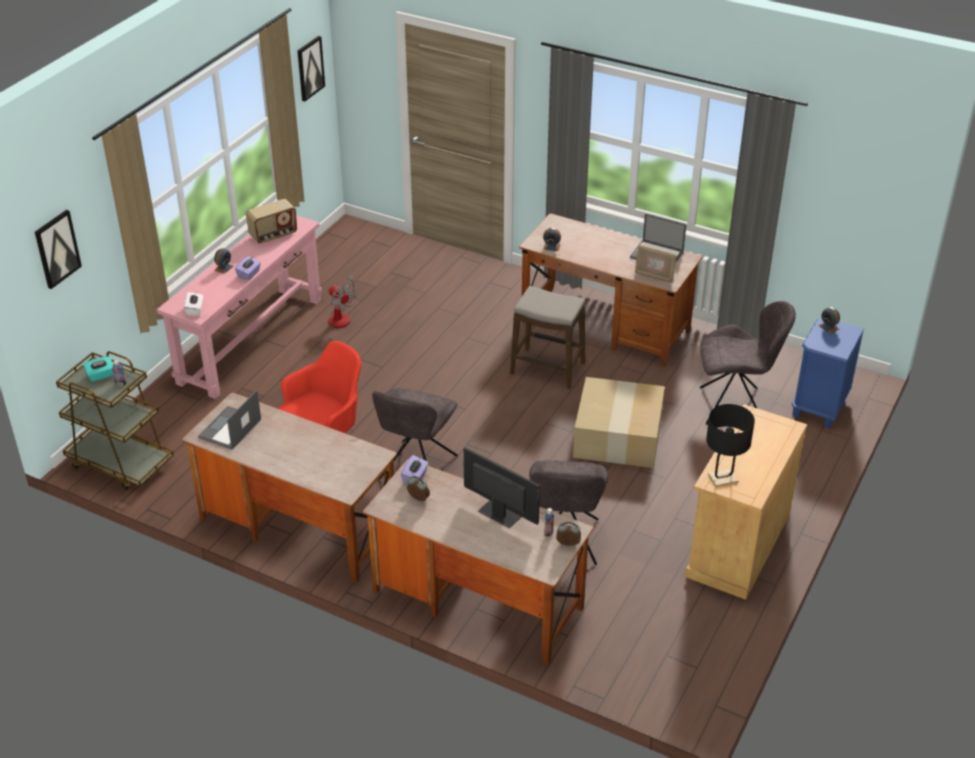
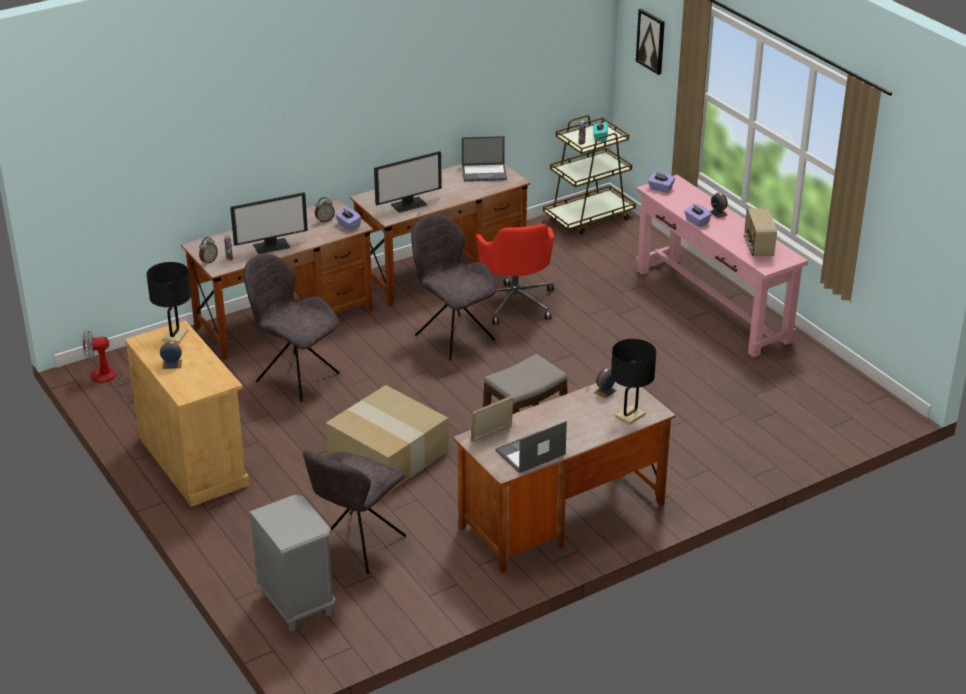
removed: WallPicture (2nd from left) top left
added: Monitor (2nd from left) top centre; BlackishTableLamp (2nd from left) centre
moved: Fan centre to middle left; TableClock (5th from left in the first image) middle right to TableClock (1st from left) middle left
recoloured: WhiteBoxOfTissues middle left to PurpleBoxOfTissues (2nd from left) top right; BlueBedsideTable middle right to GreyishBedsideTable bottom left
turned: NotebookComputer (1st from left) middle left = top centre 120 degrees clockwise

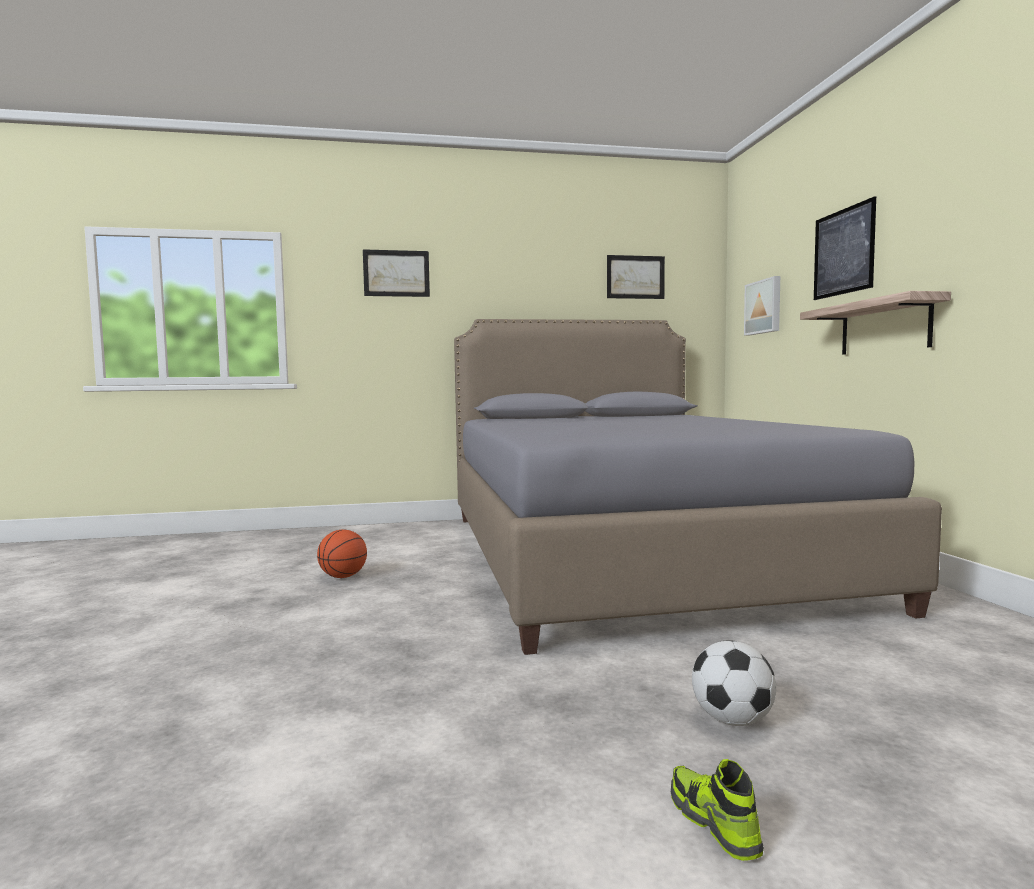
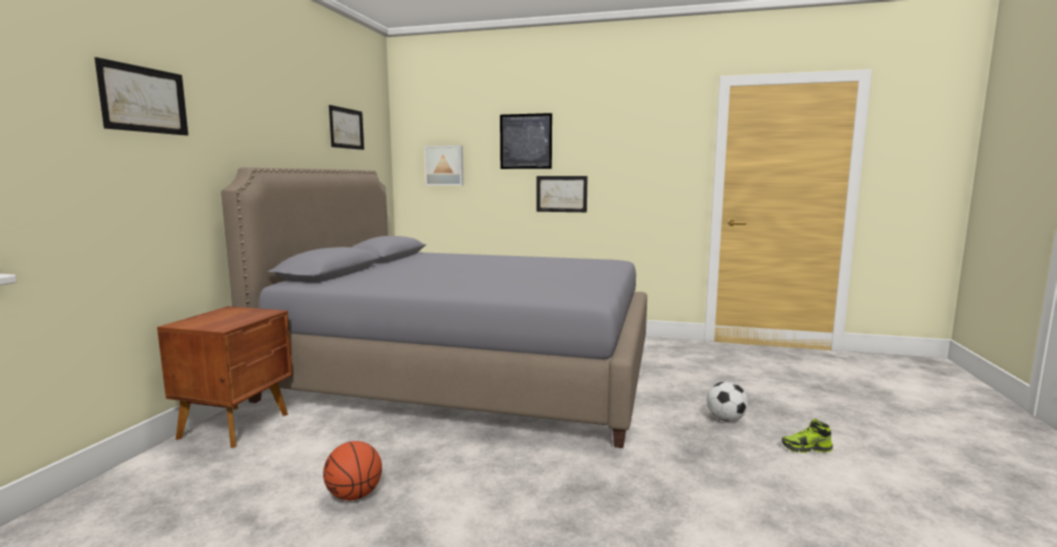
added: BrownBedsideTable bottom left
replaced: WallShelf middle right to WallPicture (5th from left) centre

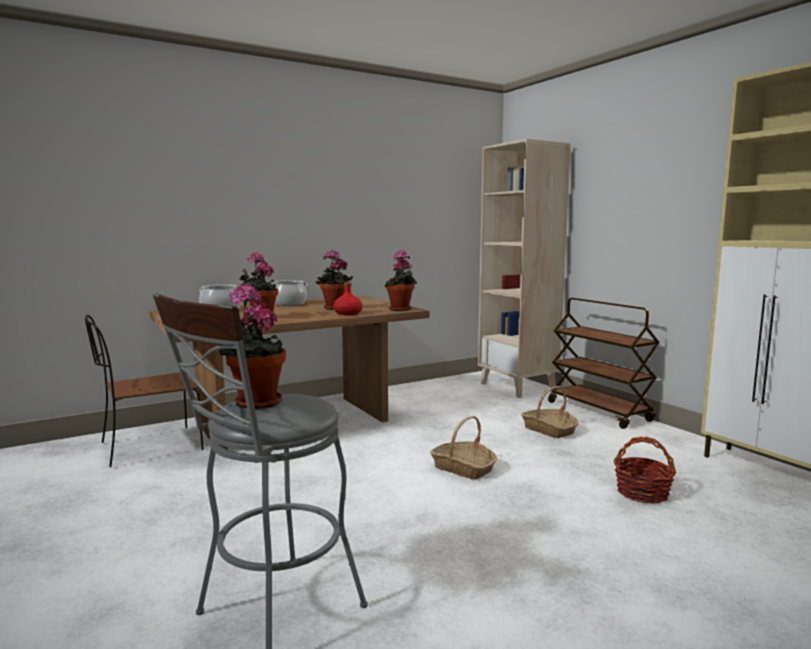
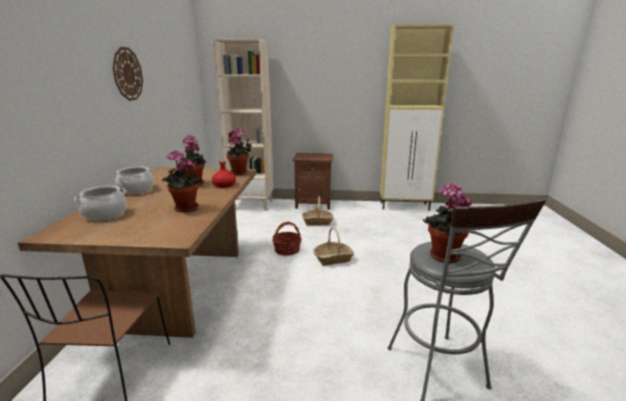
added: HangingClock top left
moved: Basket (3rd from left in the first image) bottom right to Basket (1st from left) centre
replaced: BrownCart middle right to BrownBedsideTable centre

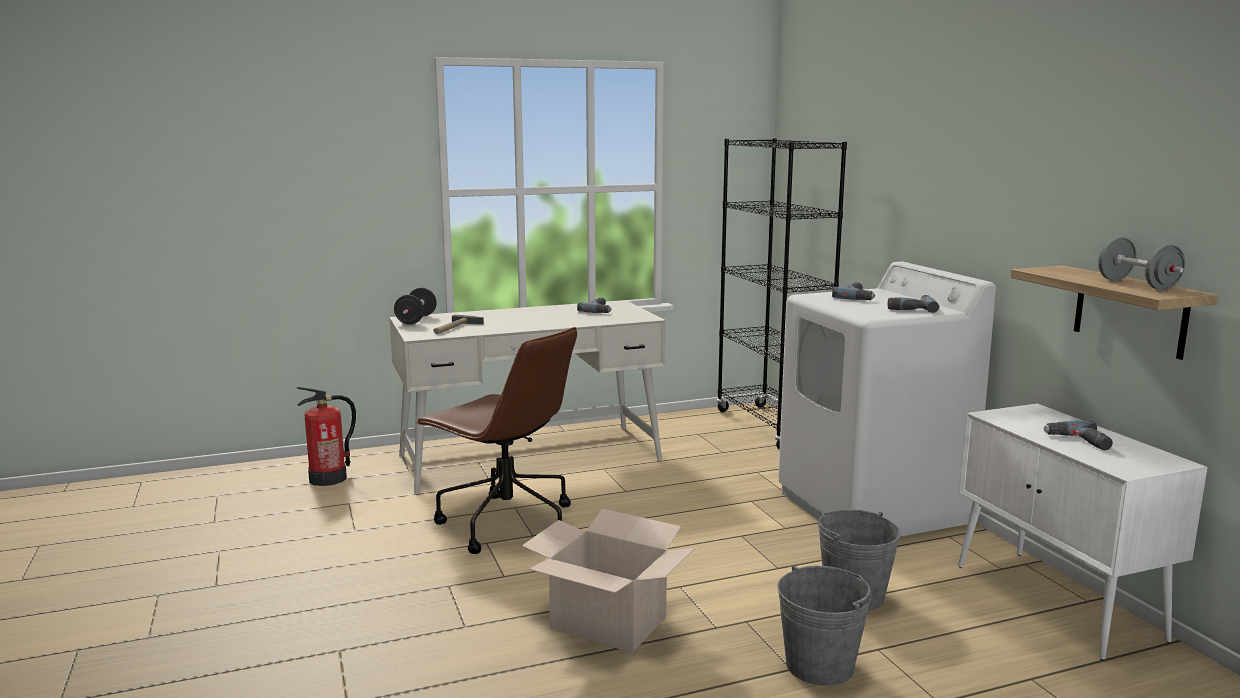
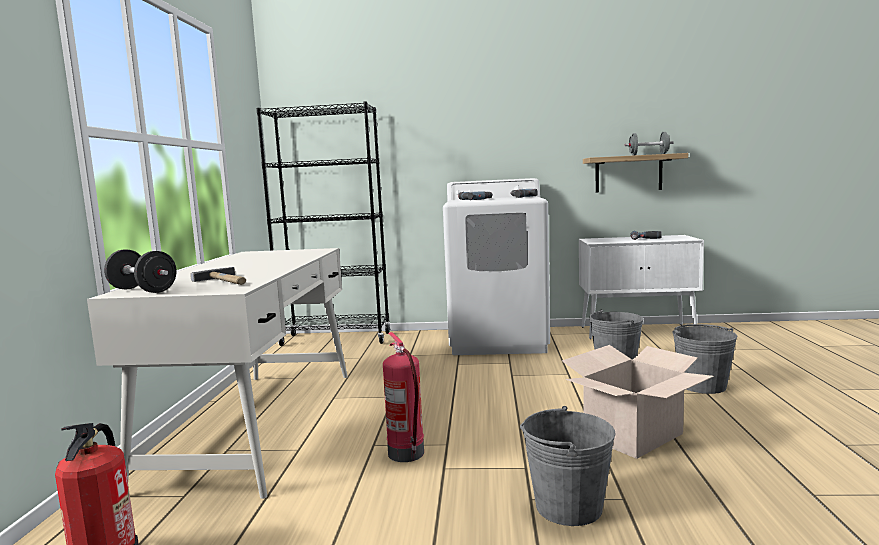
removed: PowerDrill (1st from left) centre
added: GreyishWaterBucket (1st from left) bottom centre
replaced: BrownOfficeChair centre to Extinguisher (2nd from left) bottom centre

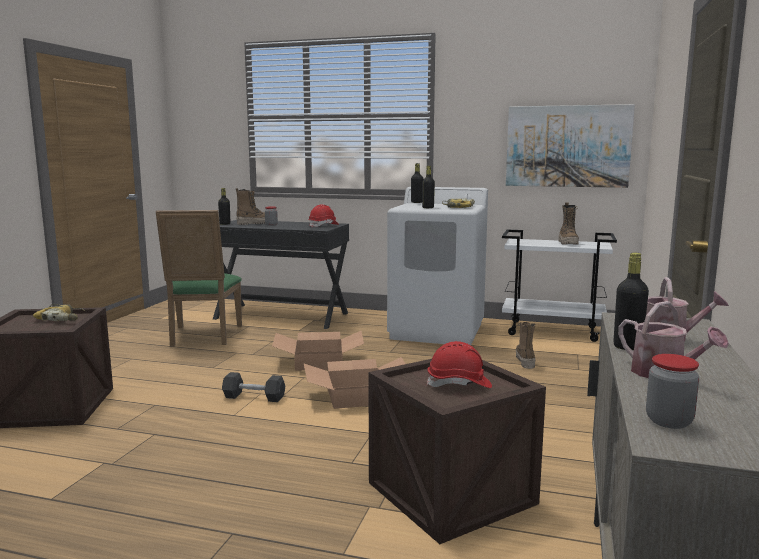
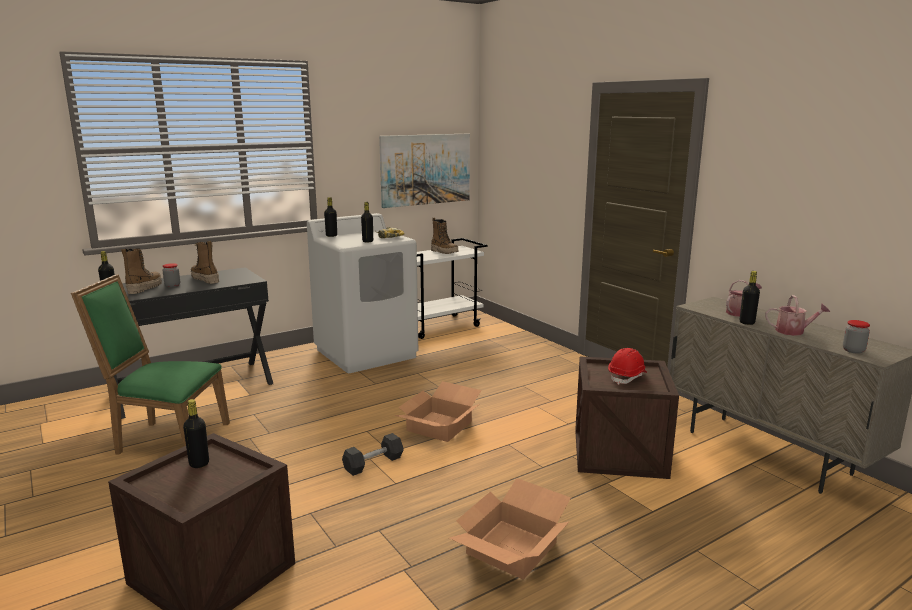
removed: ReddishSafetyHelmet (1st from left) centre
moved: PackingBox (1st from left in the first image) centre to PackingBox (2nd from left) bottom centre; TallBoot (2nd from left) middle right to middle left
replaced: PowerDrill (1st from left) middle left to BlackishBeverageBottle (2nd from left) bottom left
turned: GreenishChair middle left = middle left 150 degrees clockwise

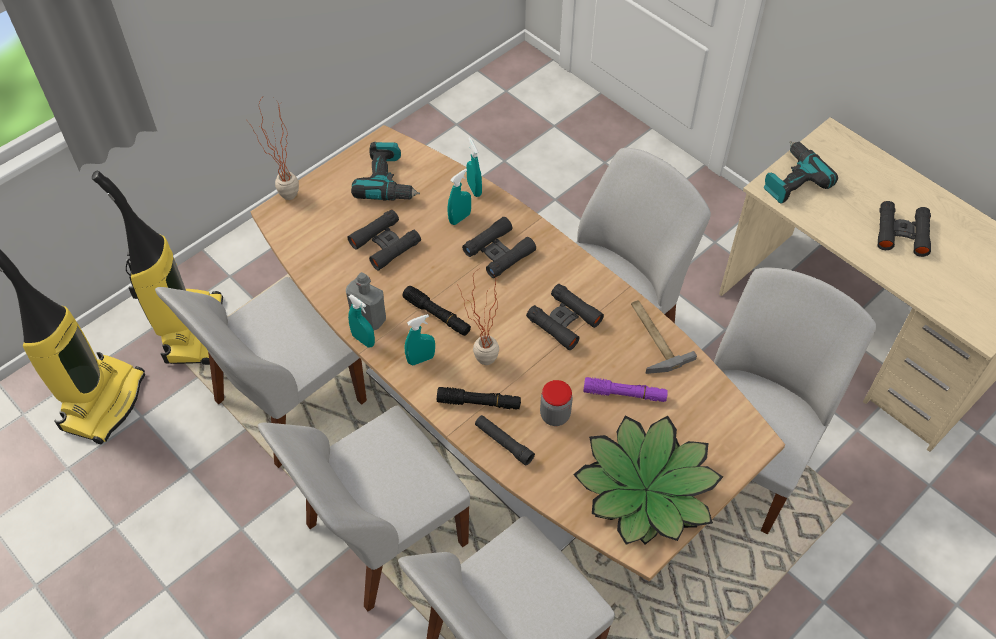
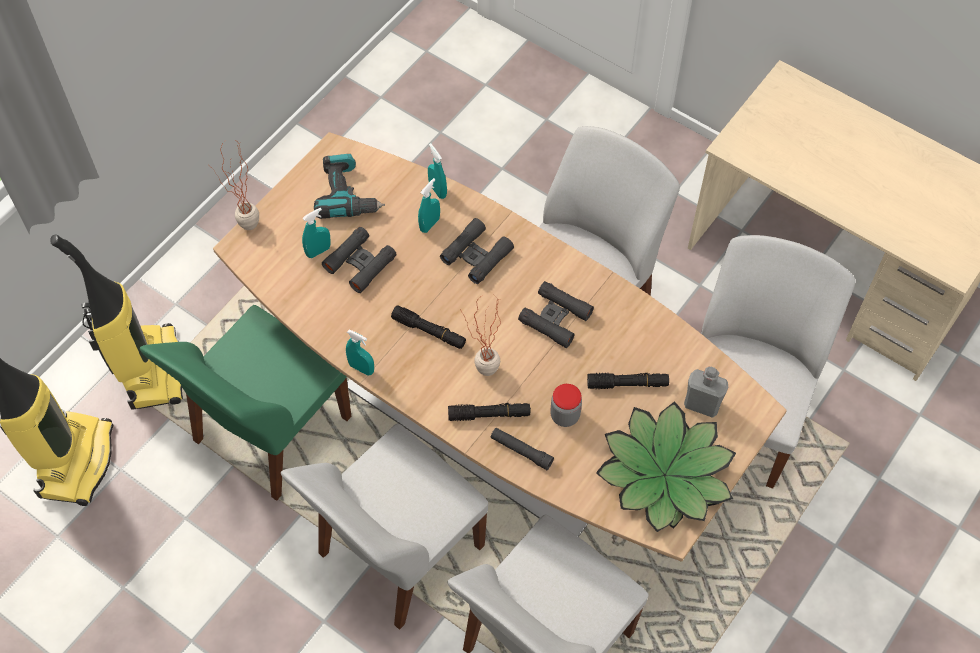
removed: ToolHammer middle right; PowerDrill (2nd from left) top right; BlackishBinoculars (4th from left) middle right
moved: GreyishBeverageBottle centre to middle right; TurquoiseSprayBottle (2nd from left in the first image) centre to TurquoiseSprayBottle (1st from left) middle left
recoloured: WhiteChair (1st from left) middle left to GreenishChair middle left; PurpleTorch centre to BlackishTorch (4th from left) centre

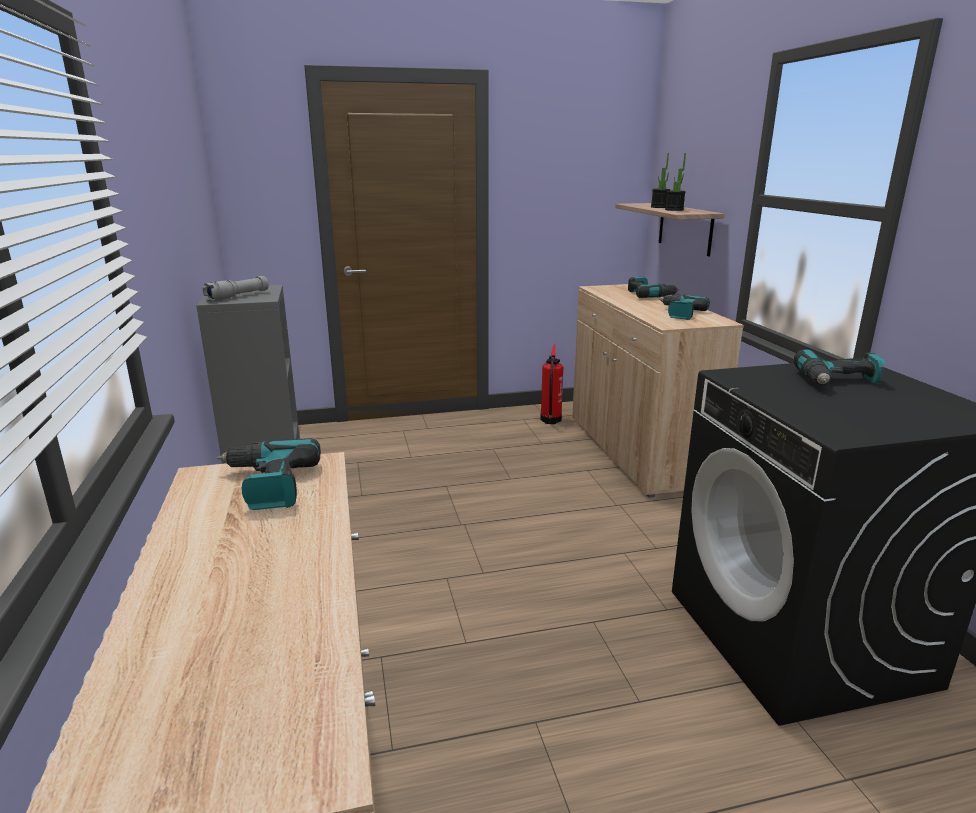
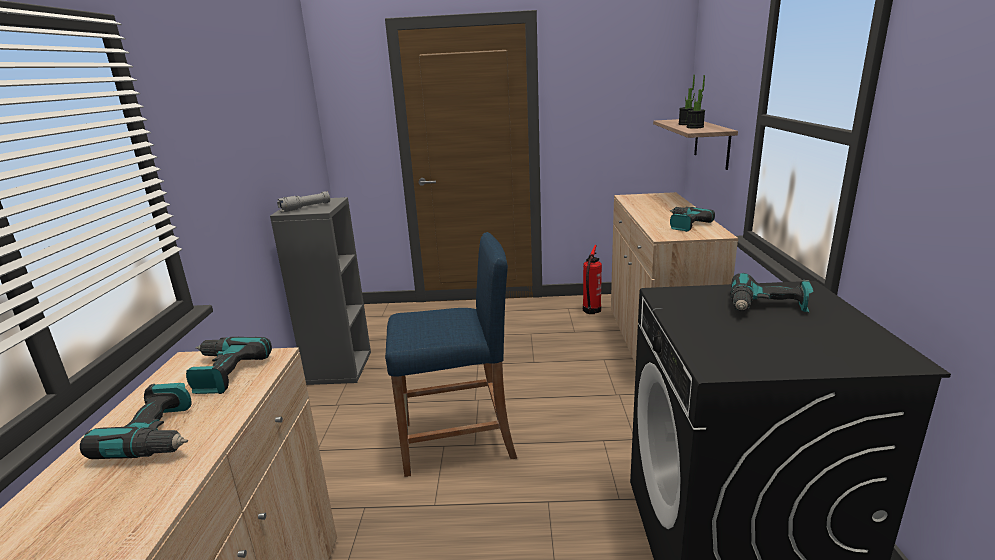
added: BlueSittingStool centre
moved: PowerDrill (2nd from left in the first image) middle right to PowerDrill (1st from left) bottom left

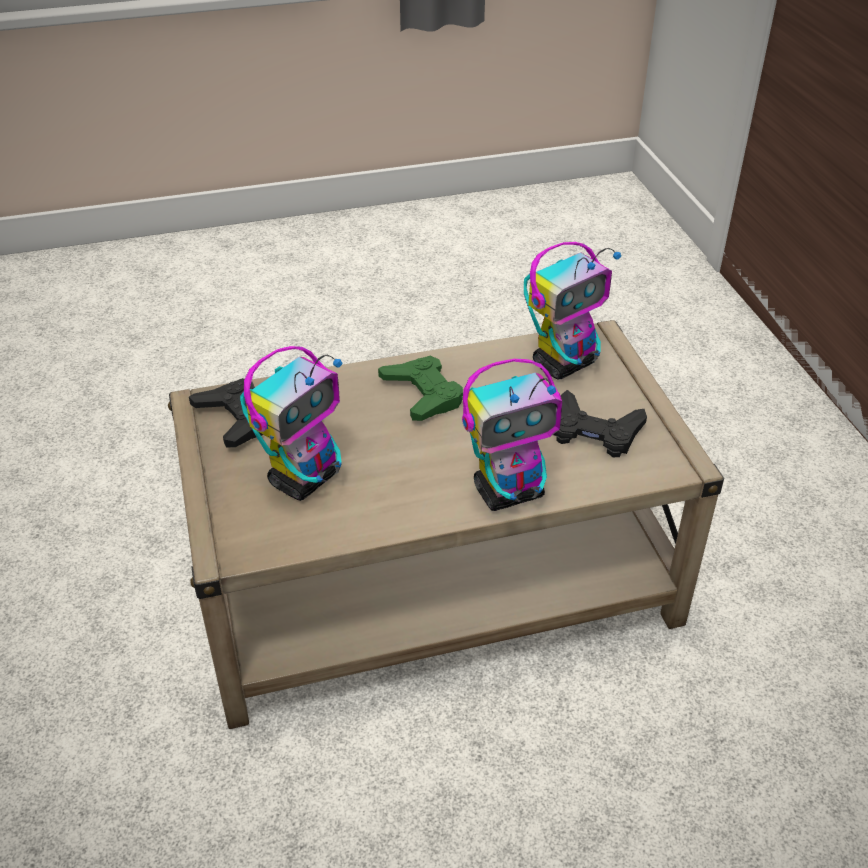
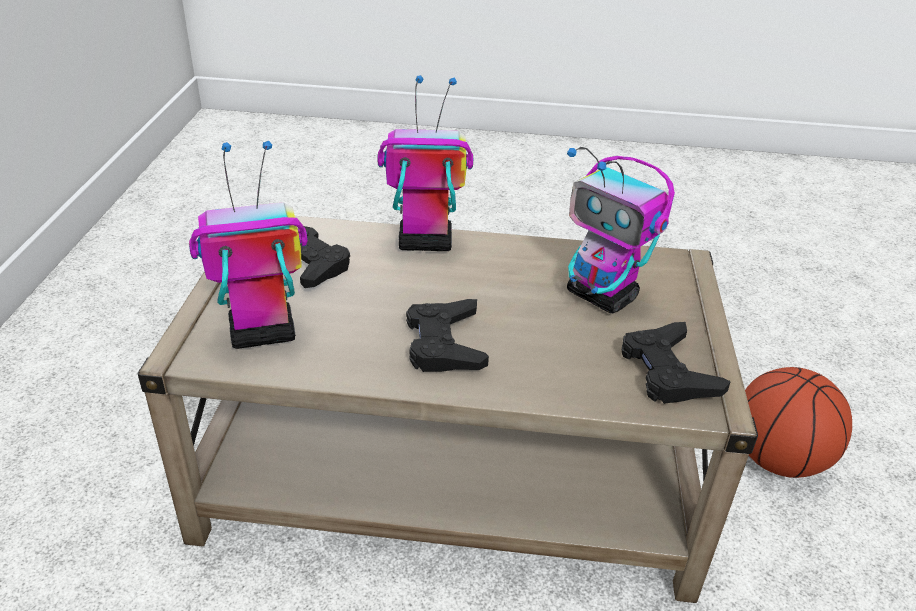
added: BasketballBall bottom right
recoloured: GreenishGameController centre to BlackishGameController (2nd from left) centre
turned: ToyRobot (1st from left in the first image) centre = middle right 105 degrees counterclockwise

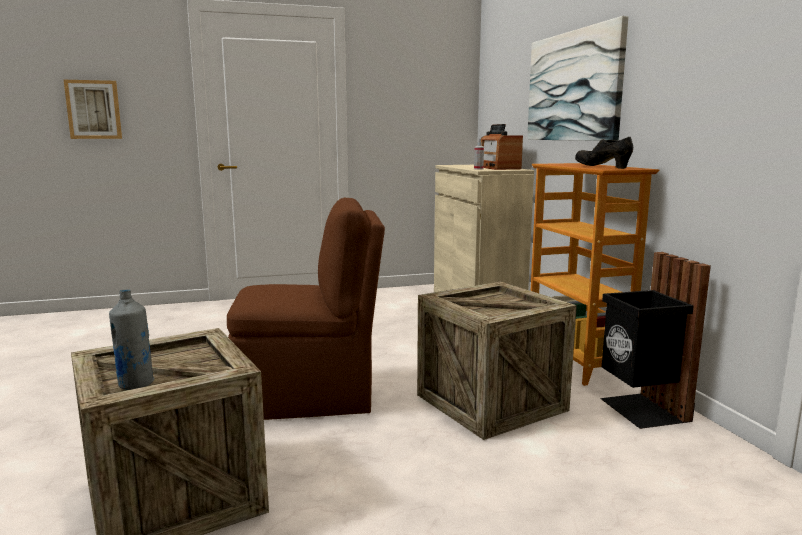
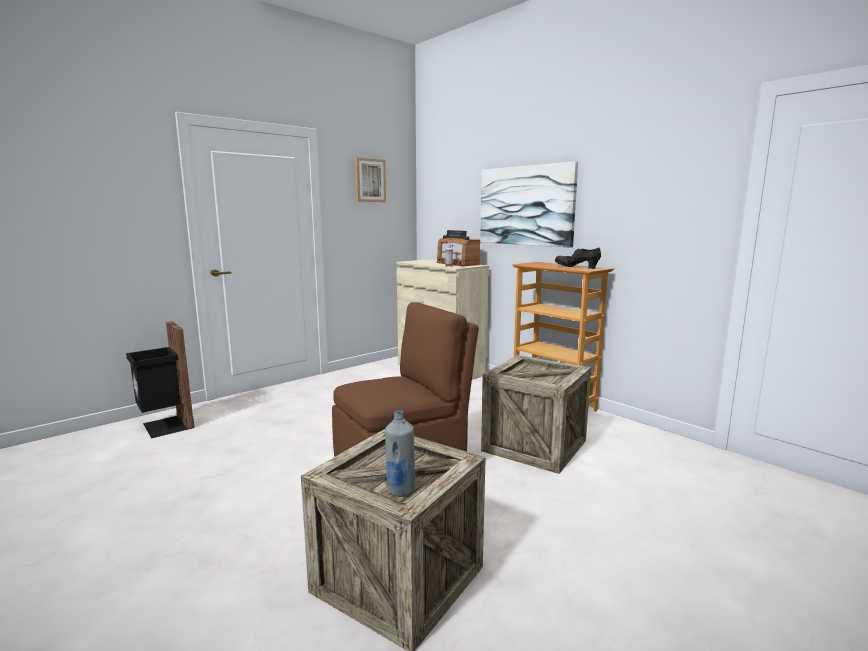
moved: WallPicture (1st from left) top left to top centre; BlackishRubbishBin middle right to middle left

